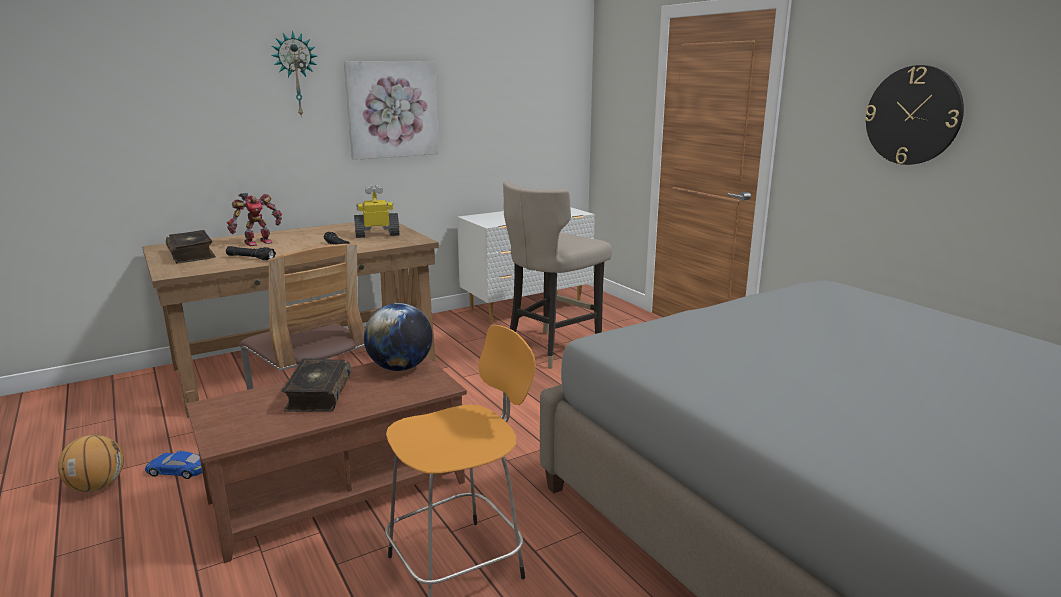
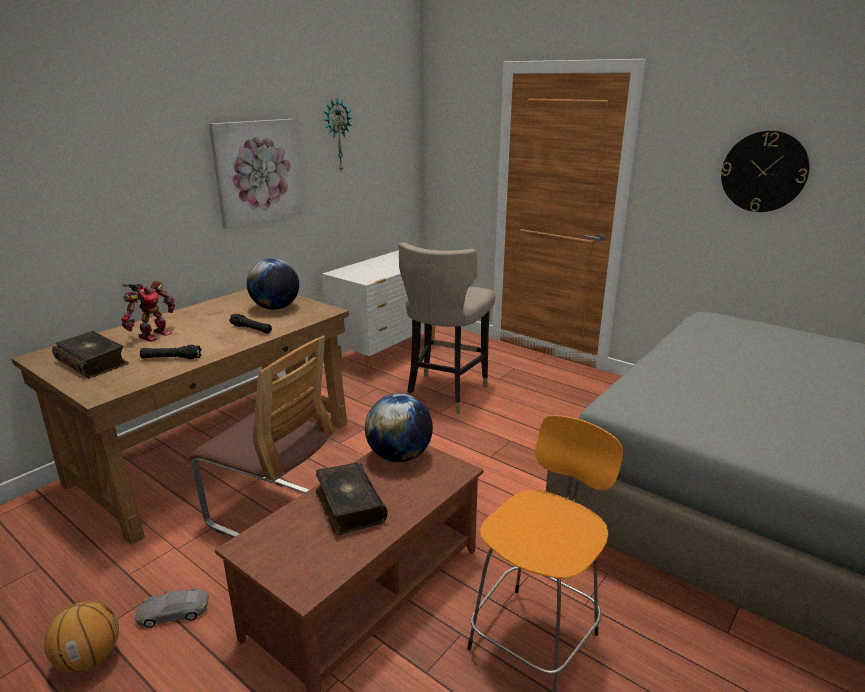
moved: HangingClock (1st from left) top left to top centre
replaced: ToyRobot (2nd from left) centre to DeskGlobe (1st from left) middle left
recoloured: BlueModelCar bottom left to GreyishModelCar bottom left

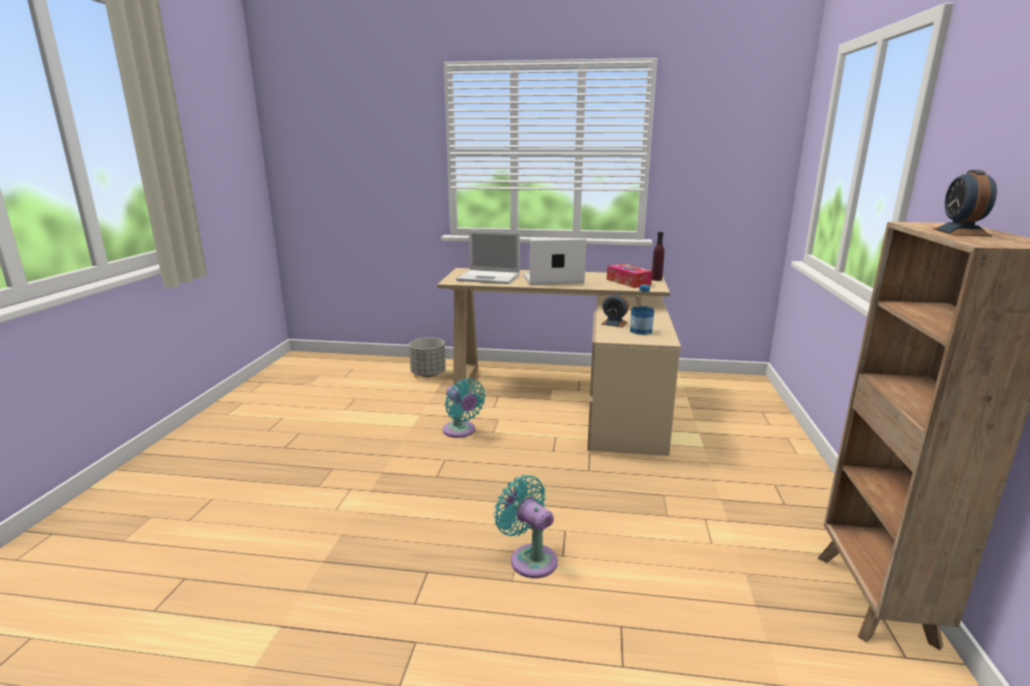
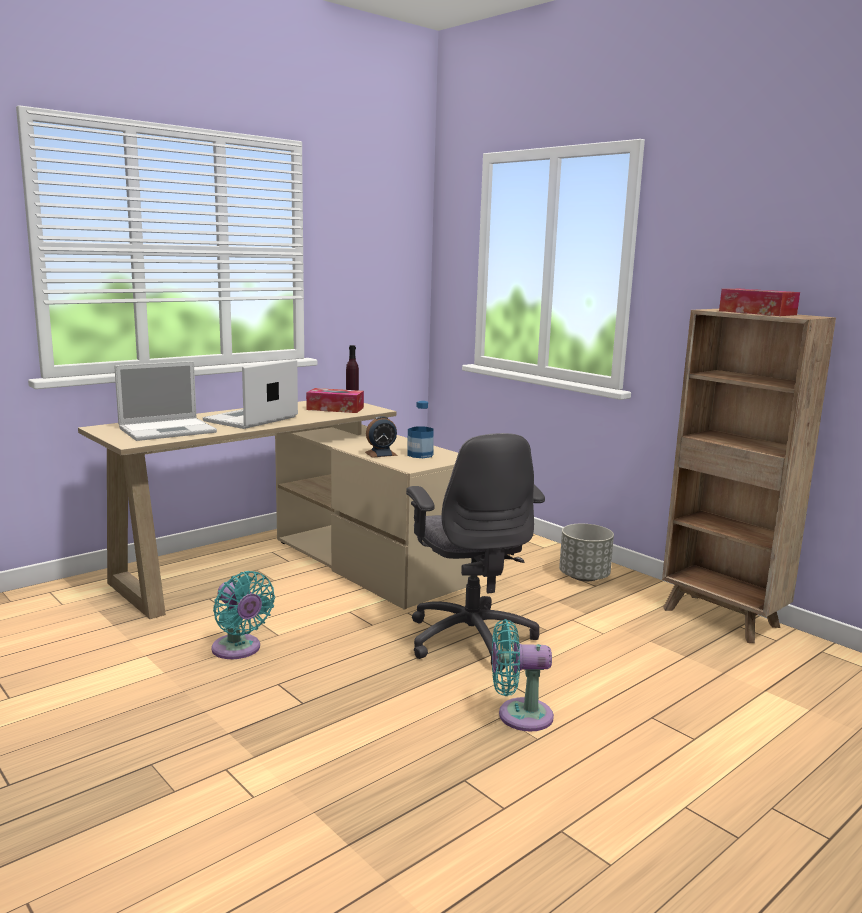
added: GreyishOfficeChair centre
moved: GreyishPlantPot centre to middle right
replaced: TableClock (2nd from left) top right to BoxOfTissues (2nd from left) top right
turned: TurquoiseFan (1st from left) centre = bottom left 45 degrees clockwise

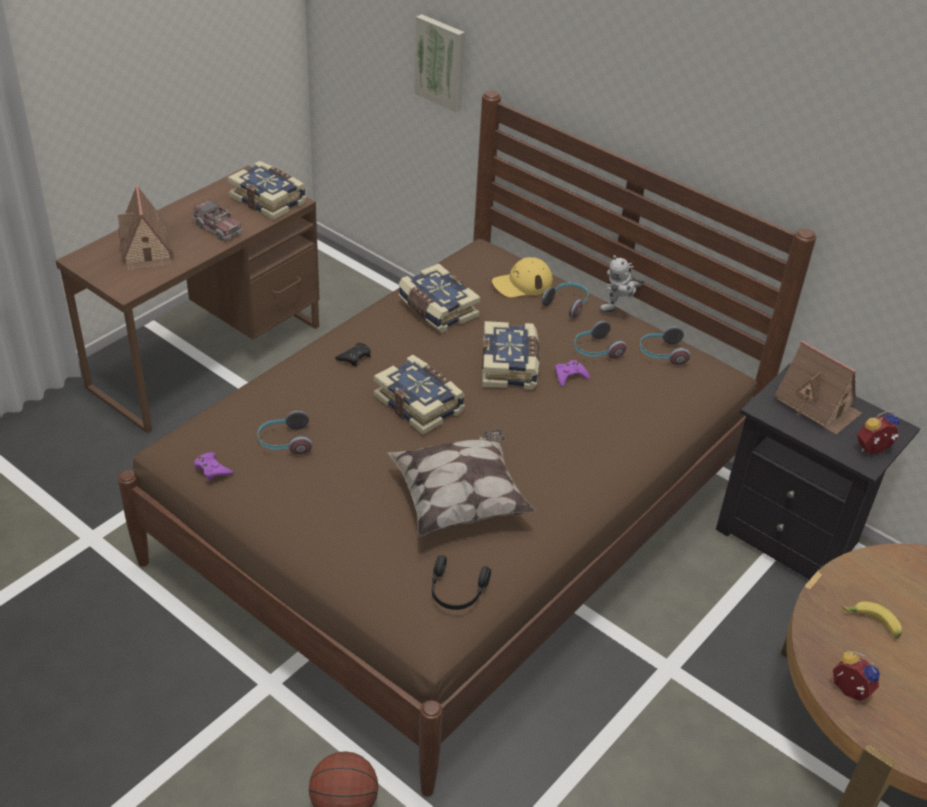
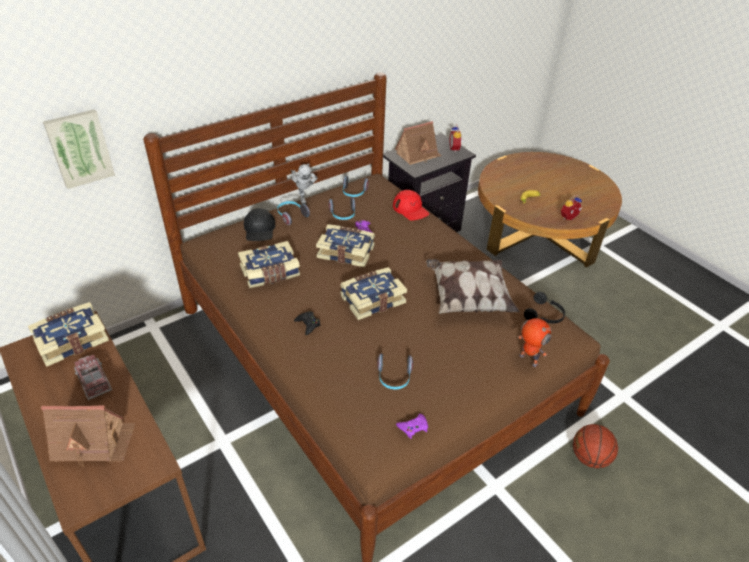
added: ReddishCap centre; ToyRobot (2nd from left) middle right
recoloured: YellowishCap centre to BlackishCap centre
turned: ToyTruck top left = bottom left 90 degrees counterclockwise

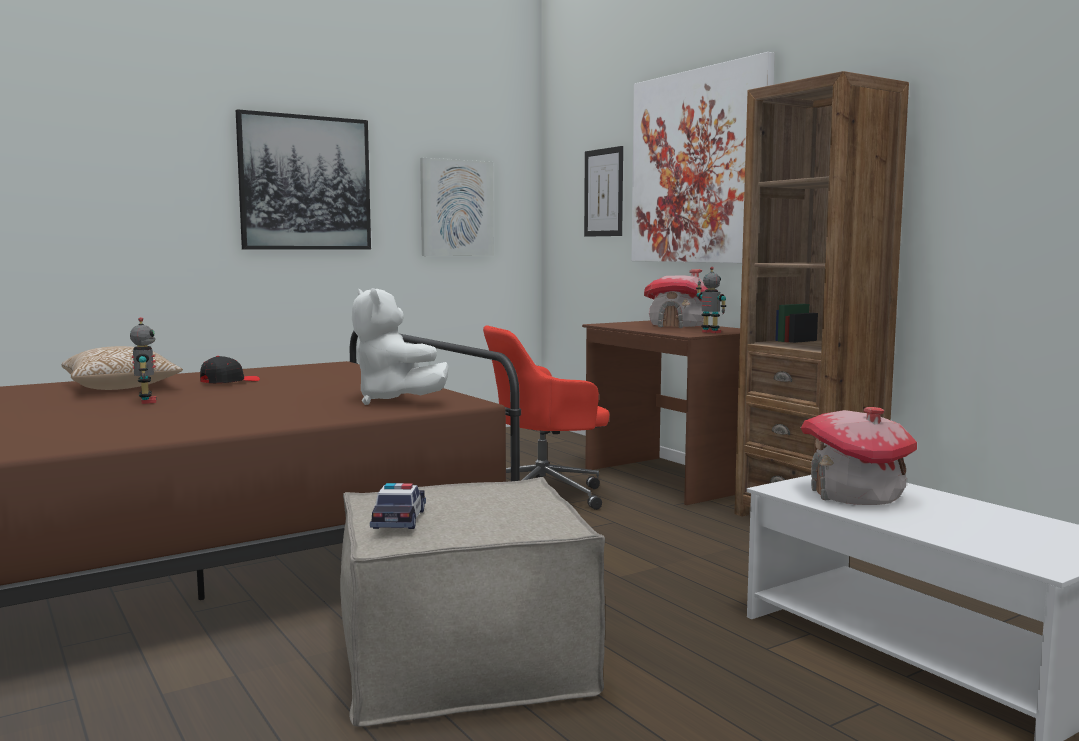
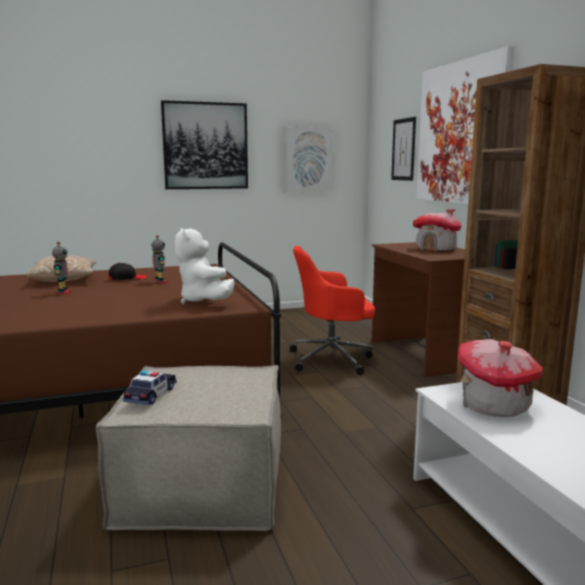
moved: ToyRobot (2nd from left) centre to middle left

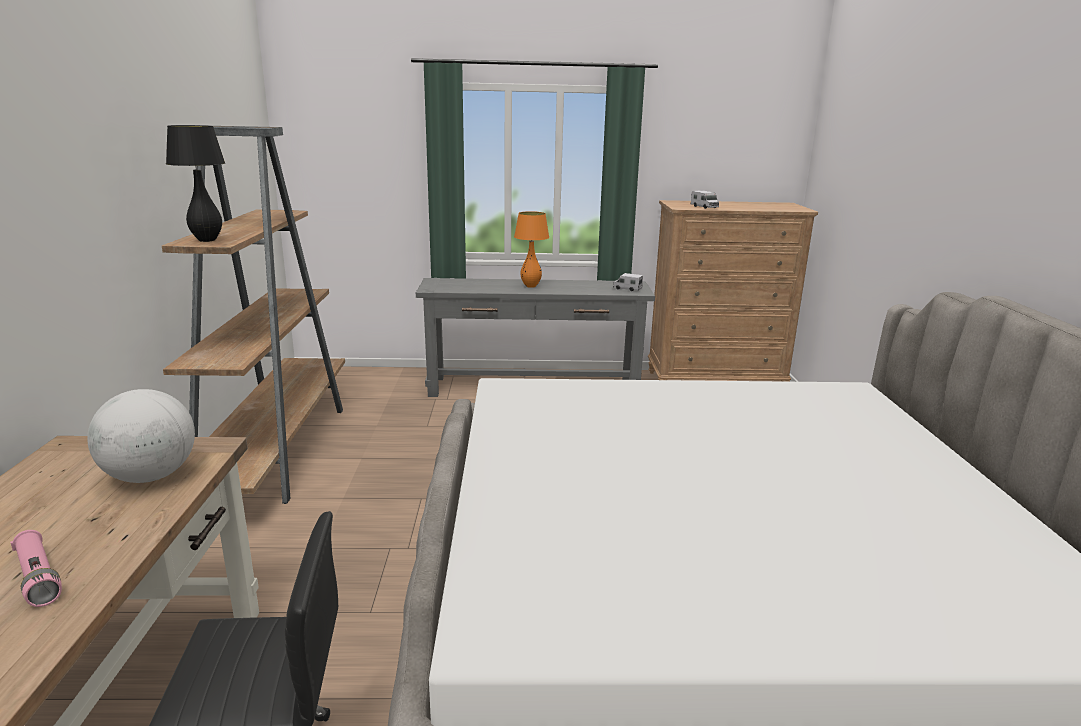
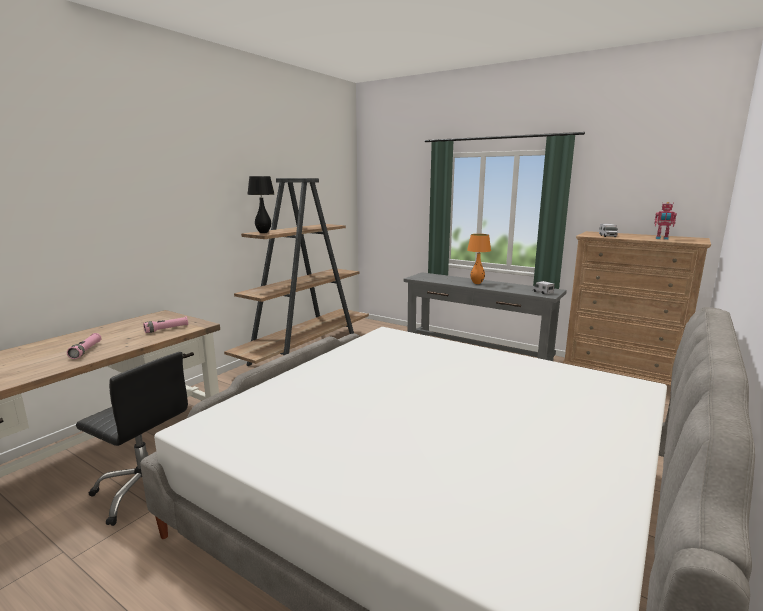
added: ToyRobot middle right
replaced: DeskGlobe middle left to PinkishTorch (2nd from left) middle left

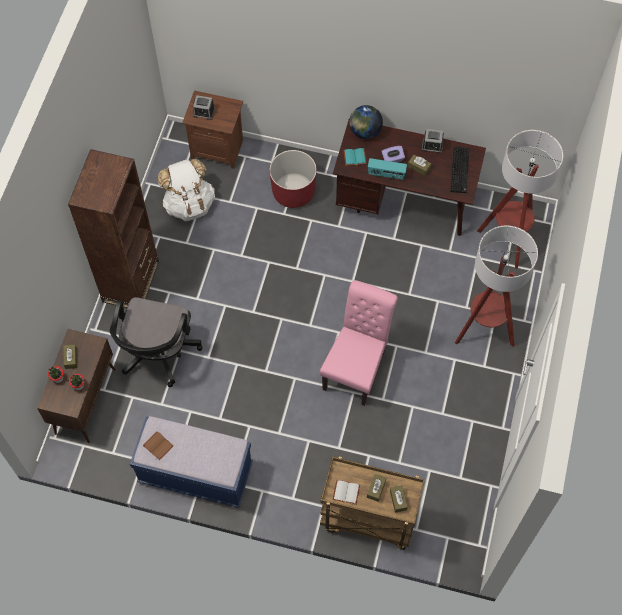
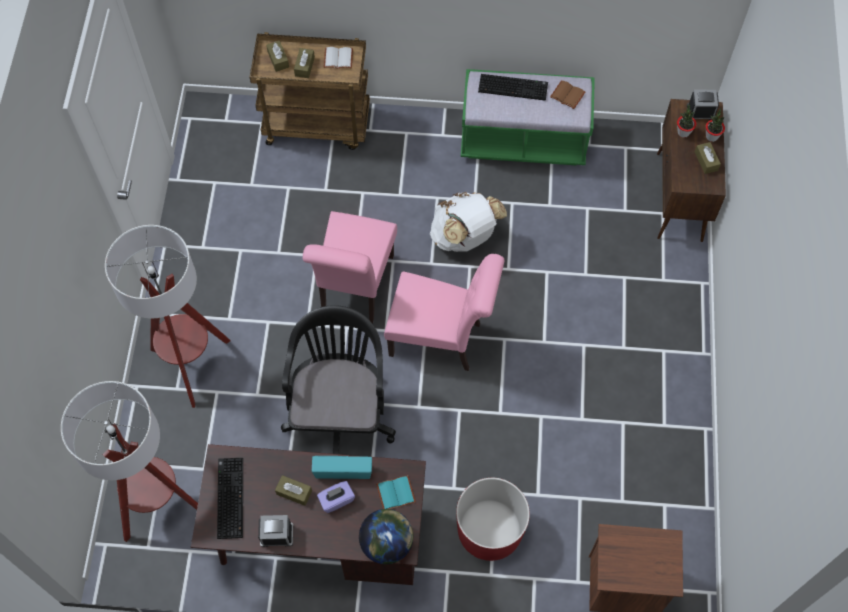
removed: BrownBookcase middle left
added: PinkishChair (2nd from left) centre; ComputerKeyboard (2nd from left) top centre
moved: BlackishOfficeChair middle left to centre; WhiteKnapsack top left to centre; TableClock (1st from left in the first image) top left to TableClock (2nd from left) top right
recoloured: BlueBench bottom left to GreenishBench top centre

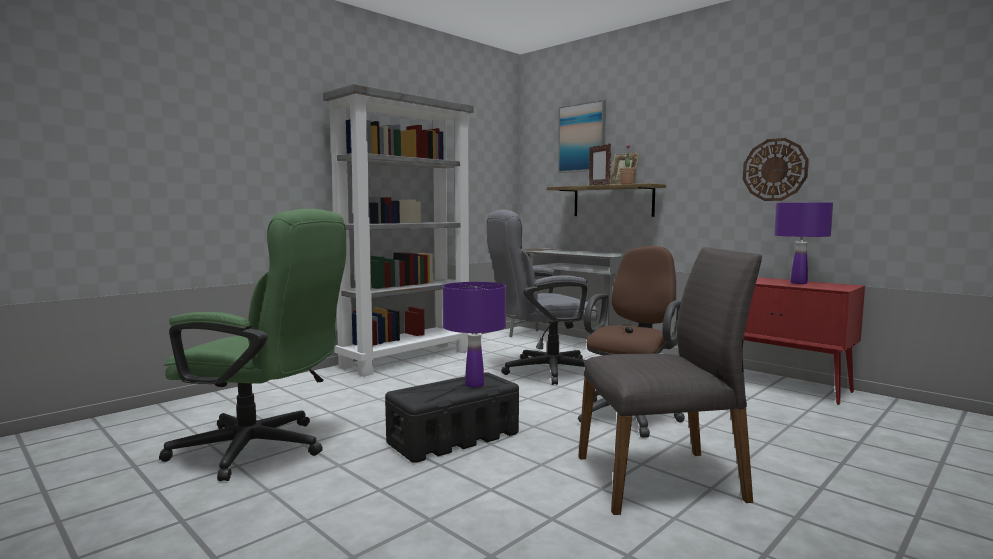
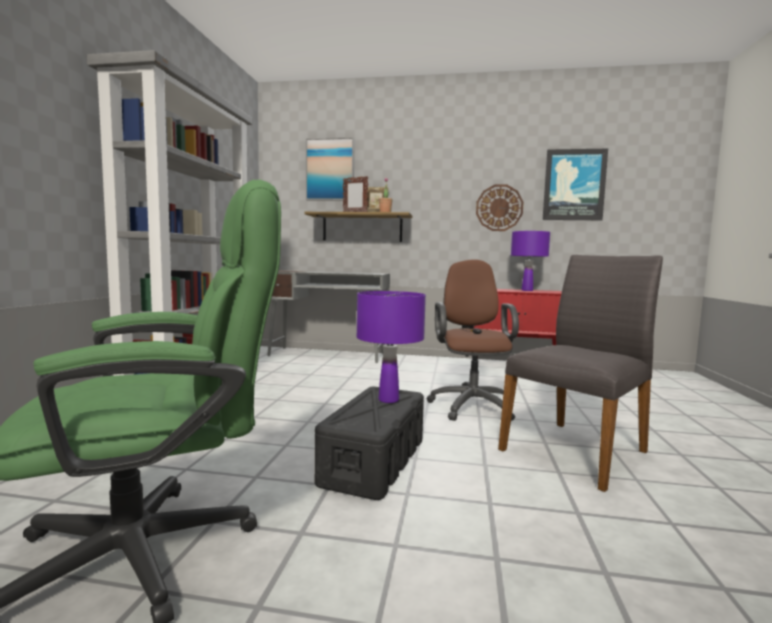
removed: GreyishOfficeChair centre
added: WallPicture (2nd from left) top right

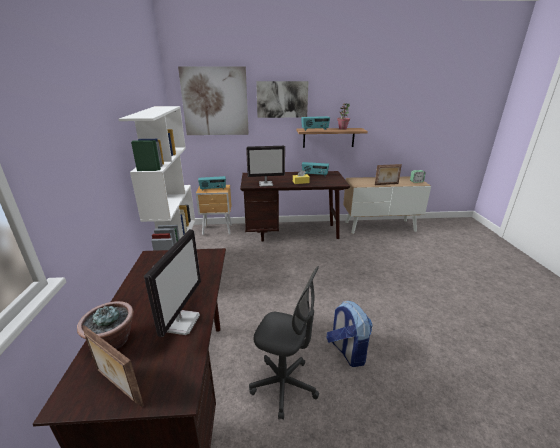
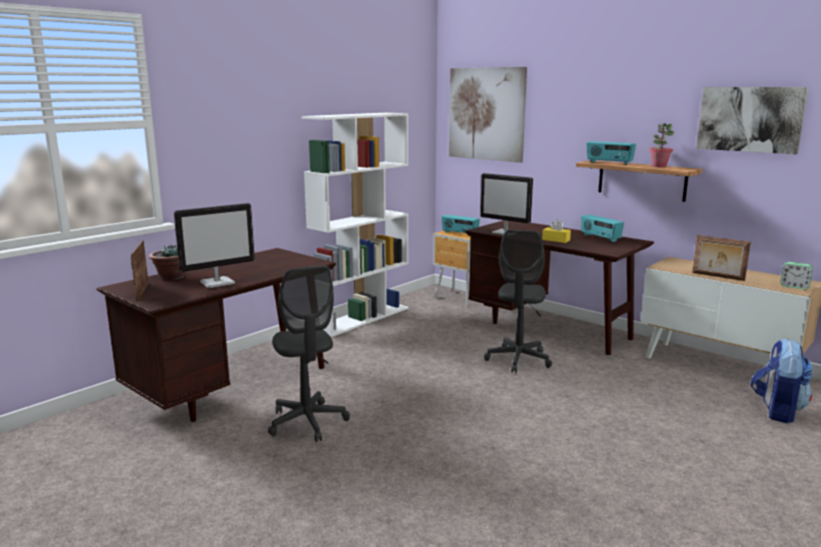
added: GreyishOfficeChair (2nd from left) centre
moved: WallPicture (2nd from left) top centre to top right; Knapsack bottom centre to bottom right

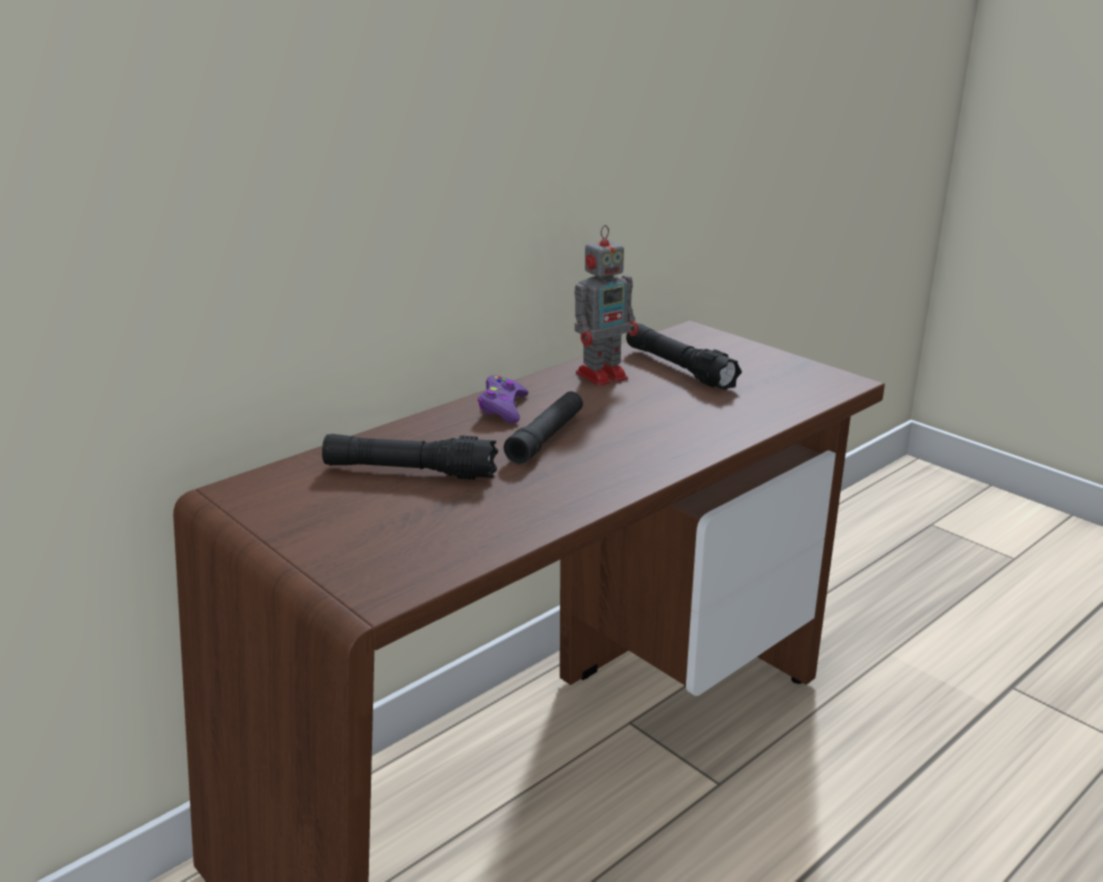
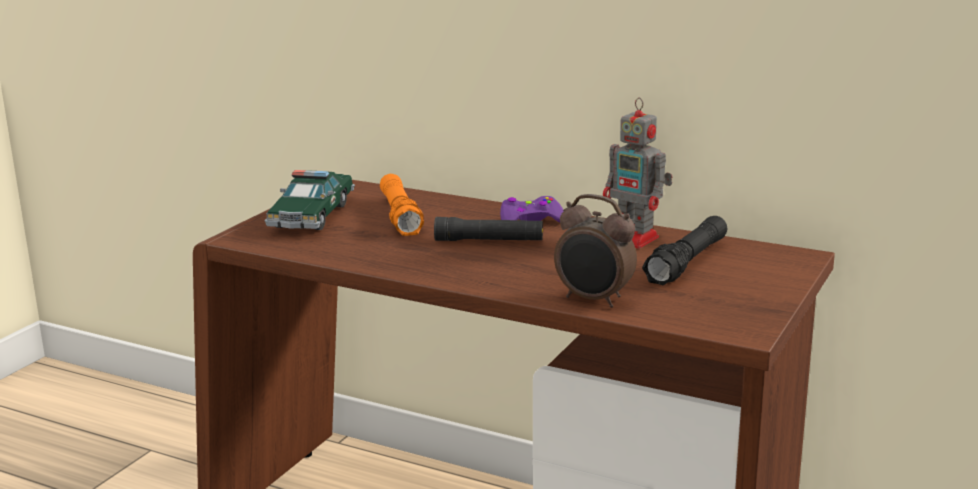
added: ModelCar middle left; TableClock centre
recoloured: BlackishTorch (1st from left) centre to OrangeyTorch centre

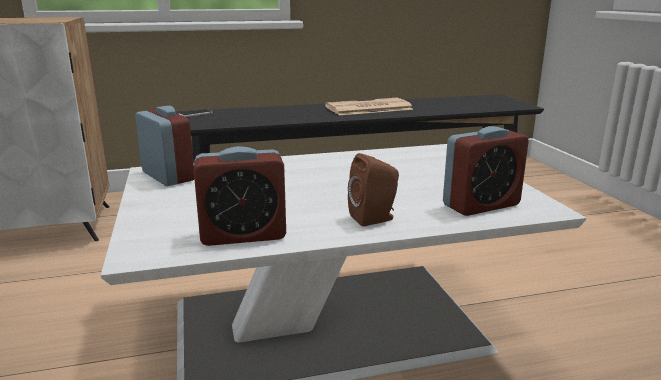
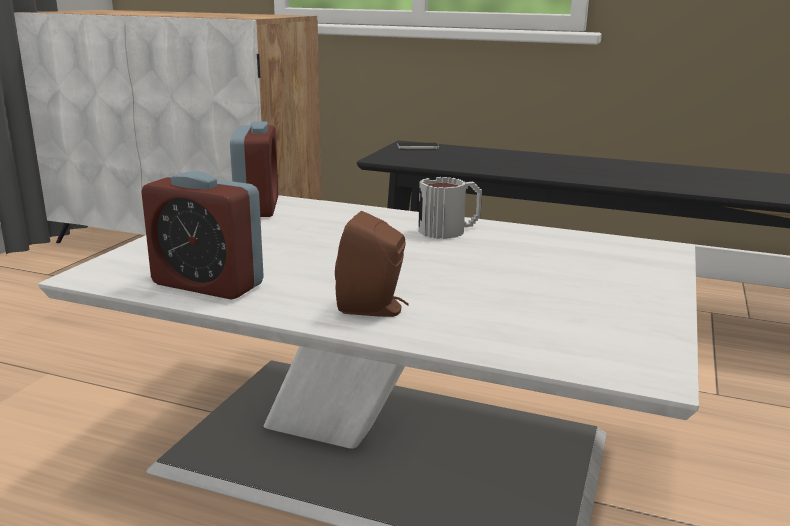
removed: PrintedPaper top centre; TableClock (3rd from left) middle right
added: Mug centre

